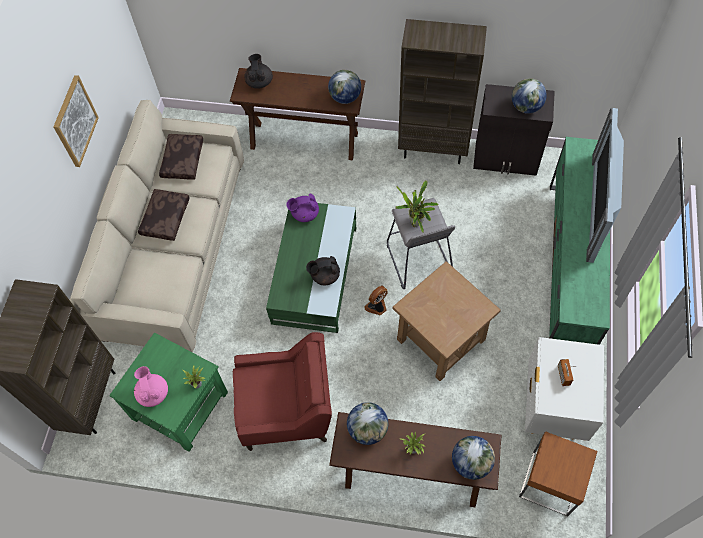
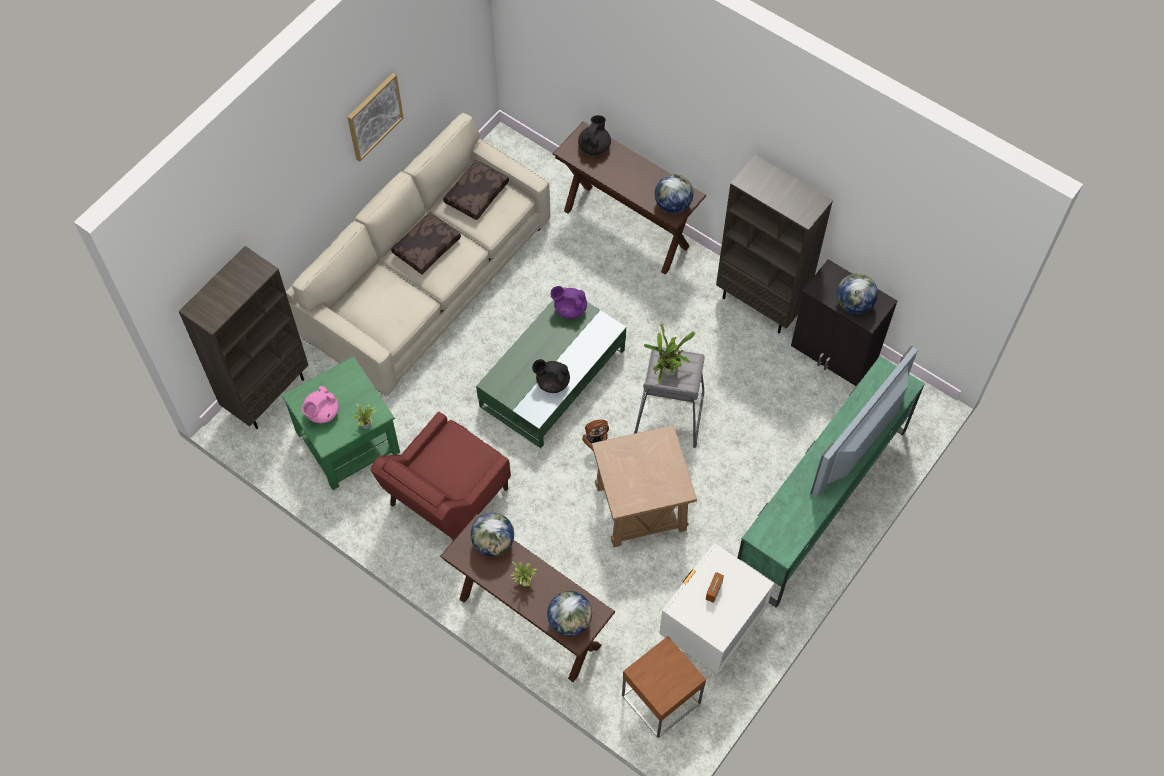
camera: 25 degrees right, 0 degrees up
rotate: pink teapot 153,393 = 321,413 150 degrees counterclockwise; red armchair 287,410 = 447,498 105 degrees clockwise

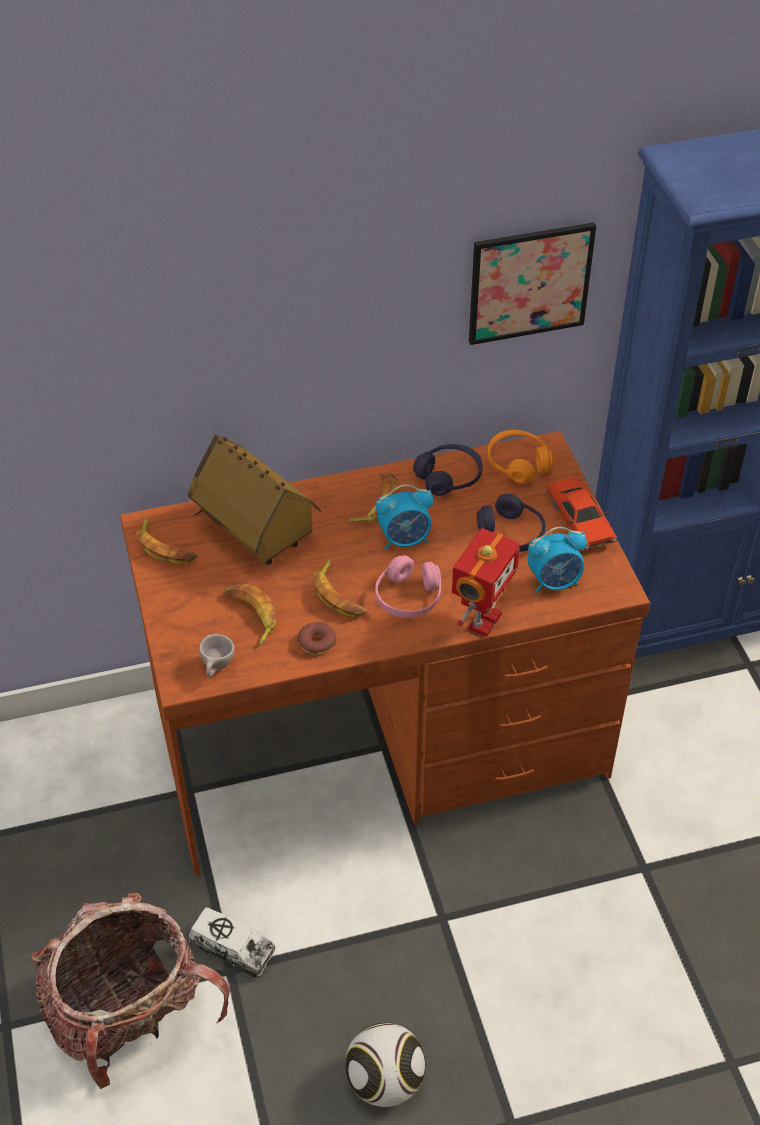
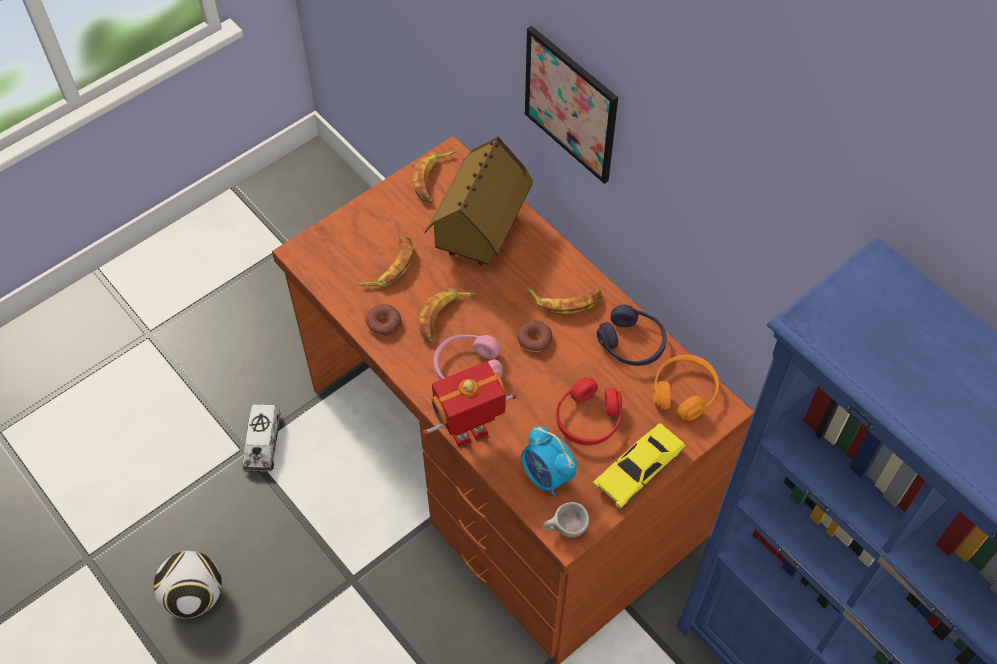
camera: 65 degrees right, 10 degrees up
delete: backpack 131,1018
move: beige cup 217,668 to 565,530; picture 530,283 to 570,104
replace: alarm clock 405,539 to donut 534,339
recolor: purple headphones 511,534 to red headphones 588,419; red toy car 579,520 to yellow toy car 638,470
rotate: toy robot 482,620 = 470,434 150 degrees clockwise

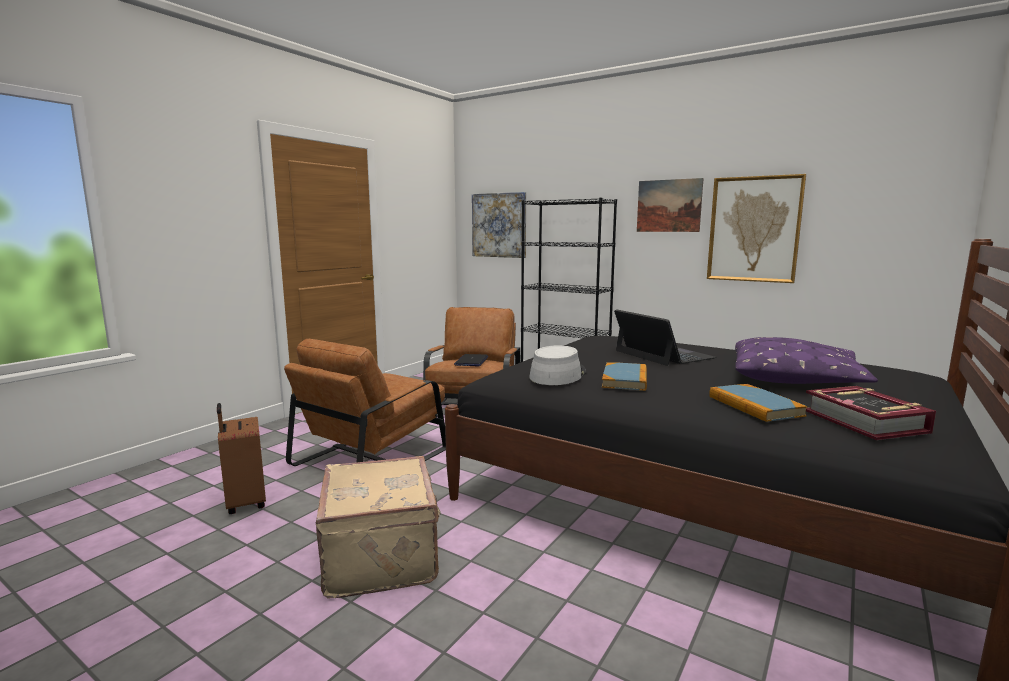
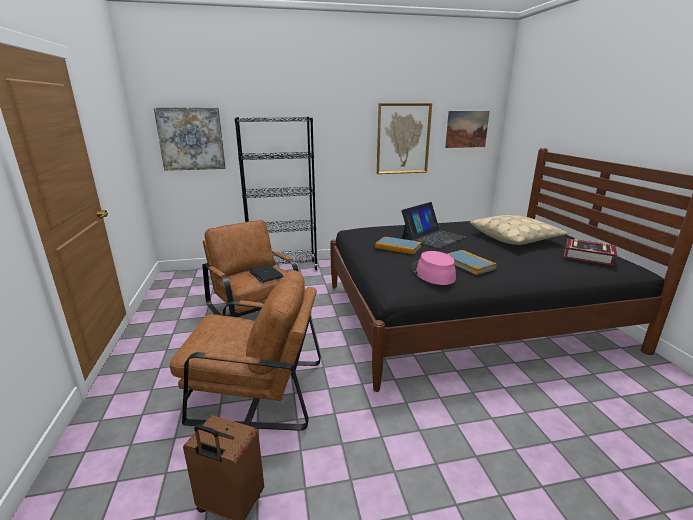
camera: 45 degrees left, 10 degrees up
delete: beige suitcase 383,556
move: picture 668,206 to 467,129; book 754,406 to 398,247
recolor: grey hat 557,375 to pink hat 432,273; purple pillow 795,379 to beige pillow 515,238
rotate: brown armchair 372,455 = 255,390 75 degrees counterclockwise; laptop 663,354 = 433,237 120 degrees clockwise

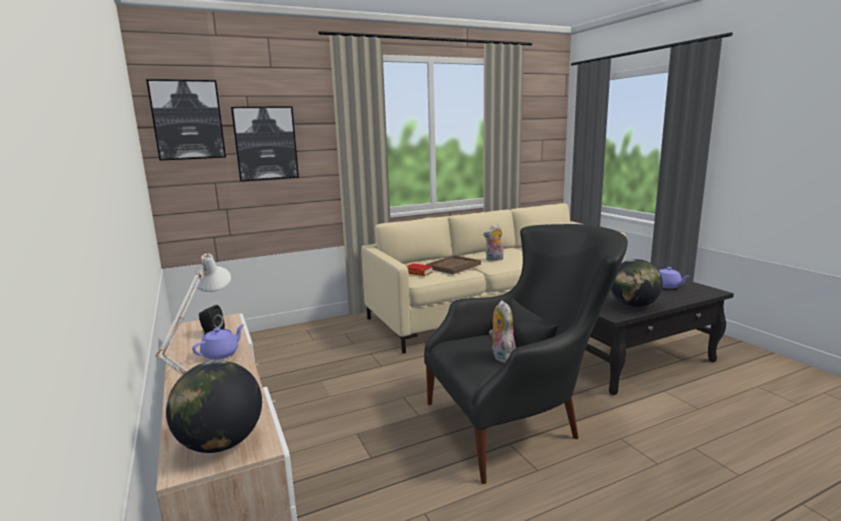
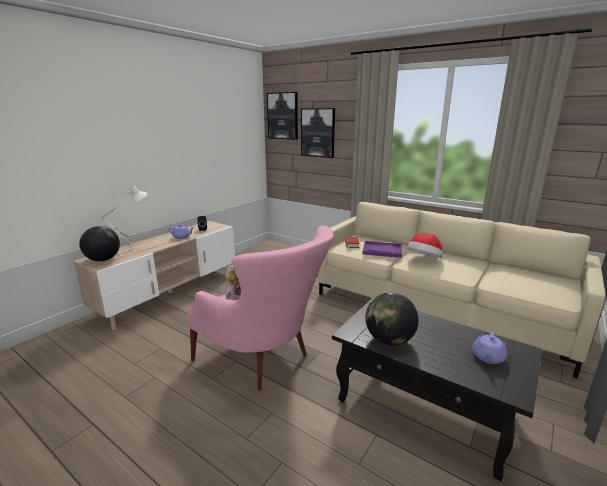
camera: 60 degrees right, 5 degrees up
replace: plush toy 494,259 to hat 424,259
recolor: black armchair 521,421 to pink armchair 265,360; brown tray 453,266 to purple tray 382,250

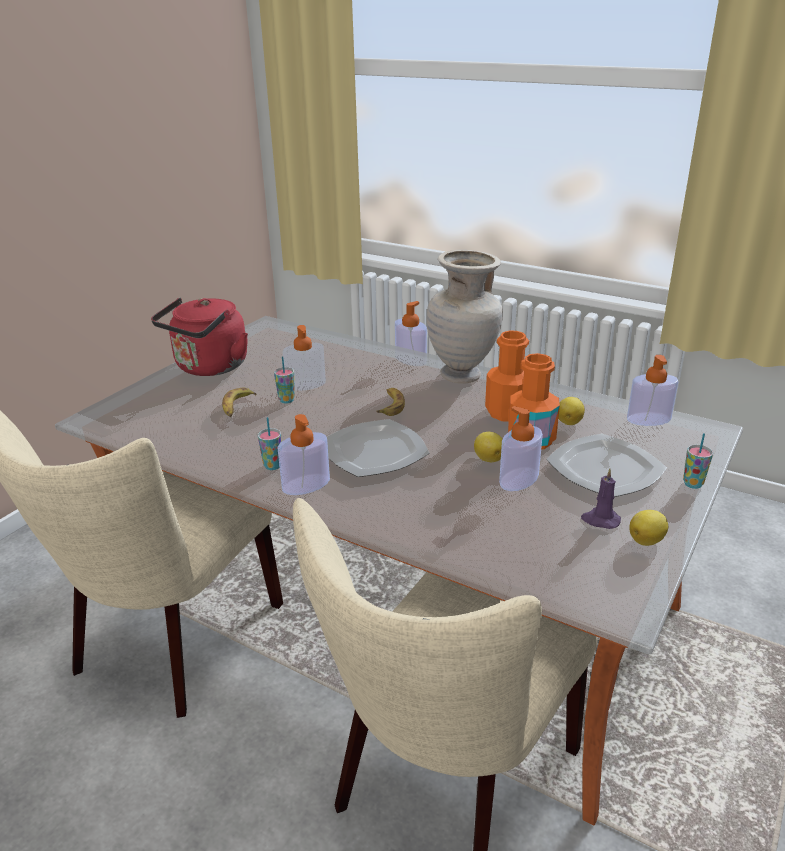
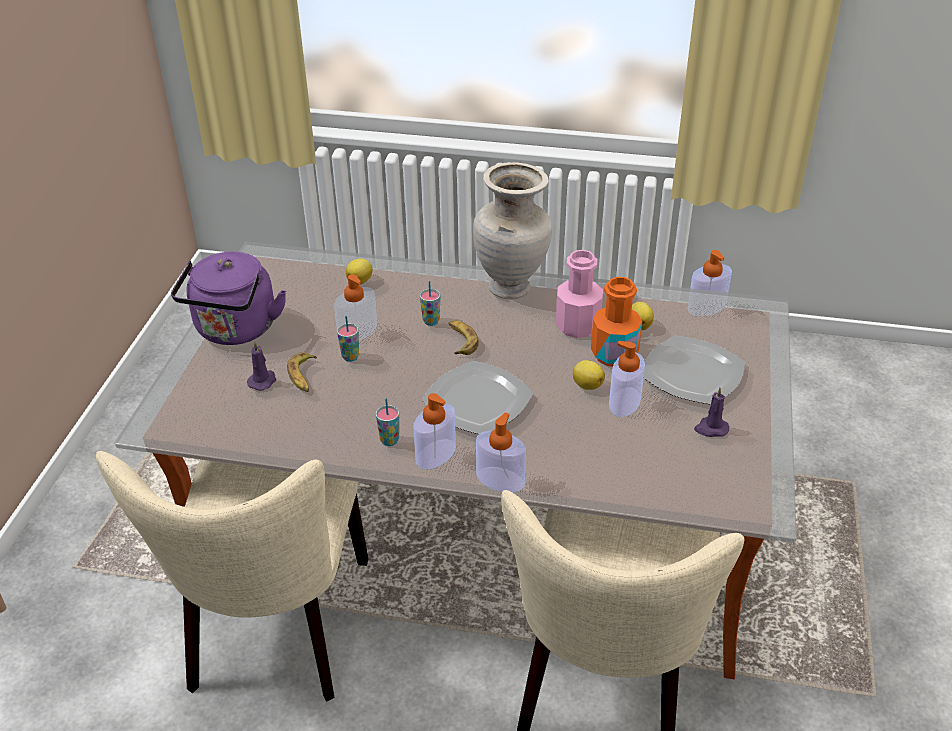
camera: 20 degrees left, 10 degrees up
insert: purple candle 263,381
move: soap dispenser 410,360 to 500,480; lemon 647,540 to 360,281; cup 693,484 to 431,321
recolor: red kettle 209,368 to purple kettle 235,330; orange bottle 508,412 to pink bottle 577,325

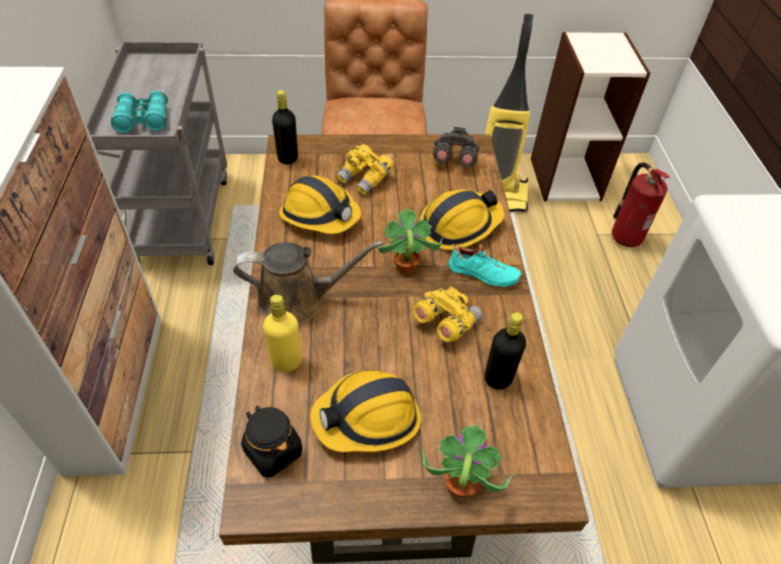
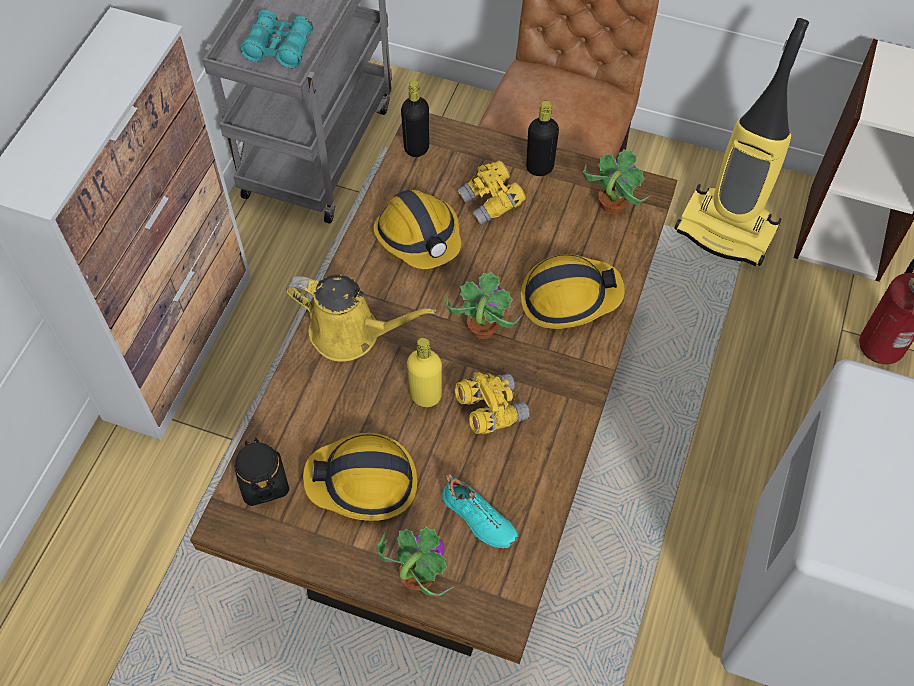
camera: 25 degrees right, 10 degrees up
move: yellow bottle 286,362 to 425,396; turquoise shoe 482,275 to 478,520; black bottle 498,378 to 539,167
replace: grey binoculars 454,160 to potted plant 611,205
recolor: brown watering can 298,300 to yellow watering can 351,333

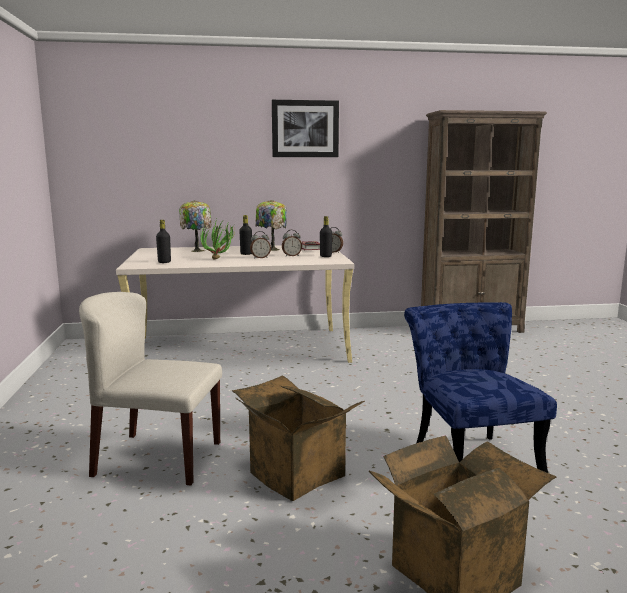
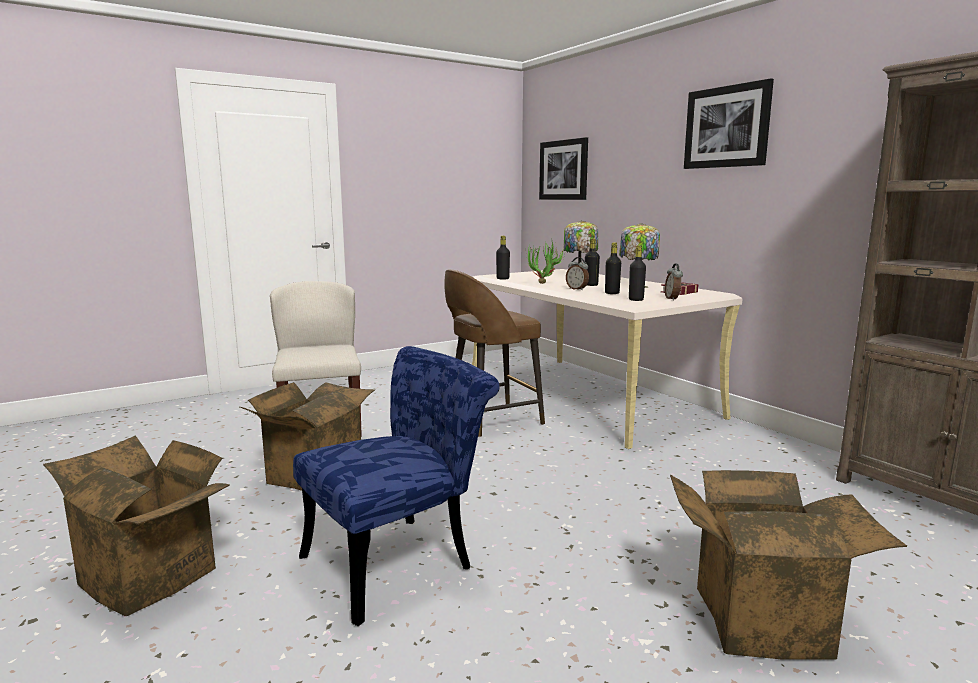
camera: 65 degrees right, 0 degrees up
insert: brown stool 491,419; picture 564,170; cardboard box 761,617
replace: alarm clock 291,256 to black bottle 612,293

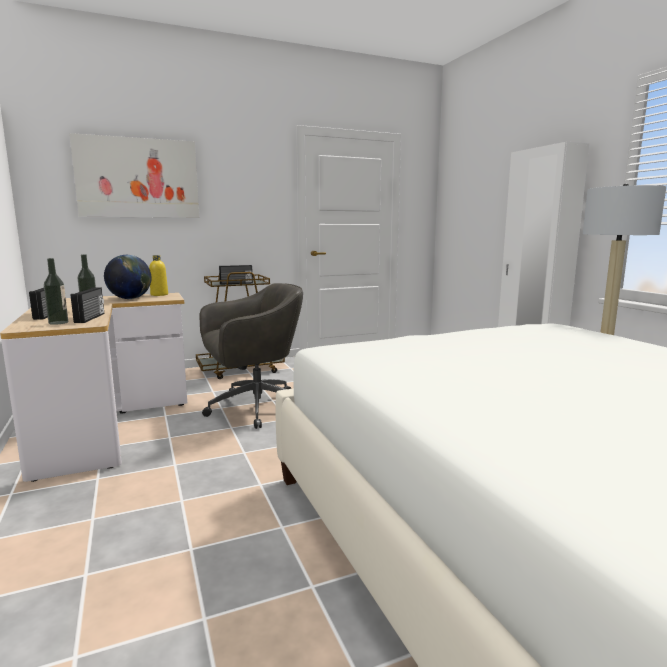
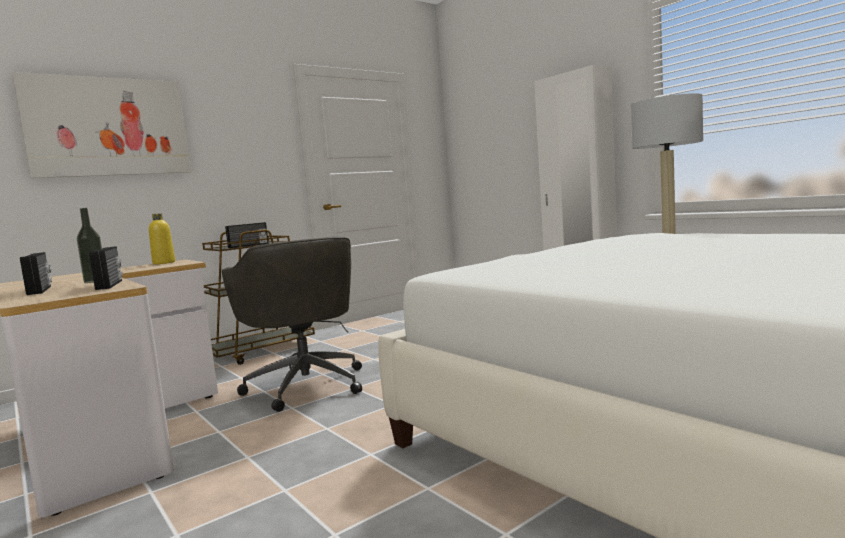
camera: 15 degrees left, 5 degrees down
delete: bottle 58,322; globe 130,299
rotate: grey office chair 254,408 = 306,385 105 degrees clockwise

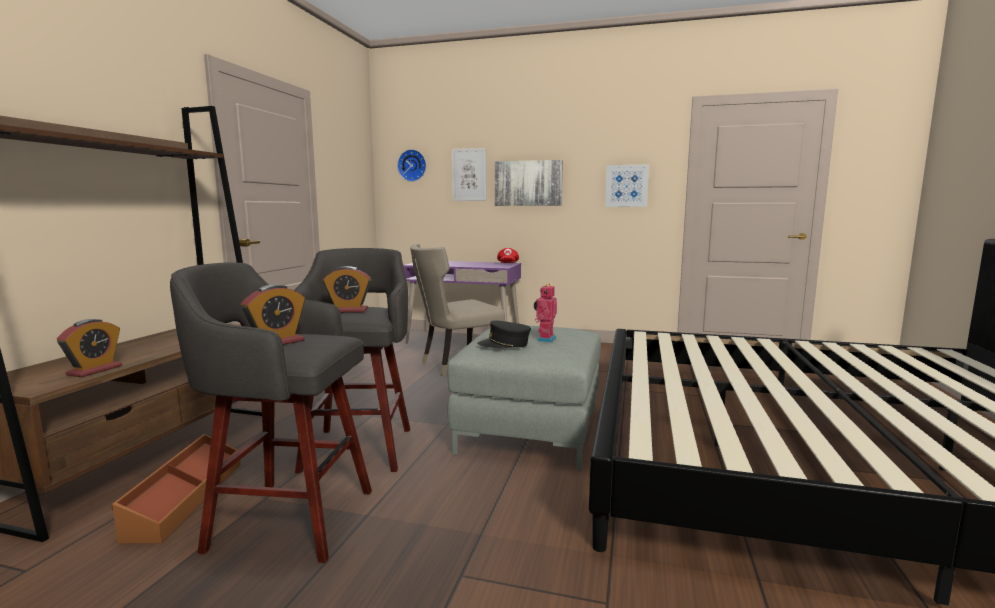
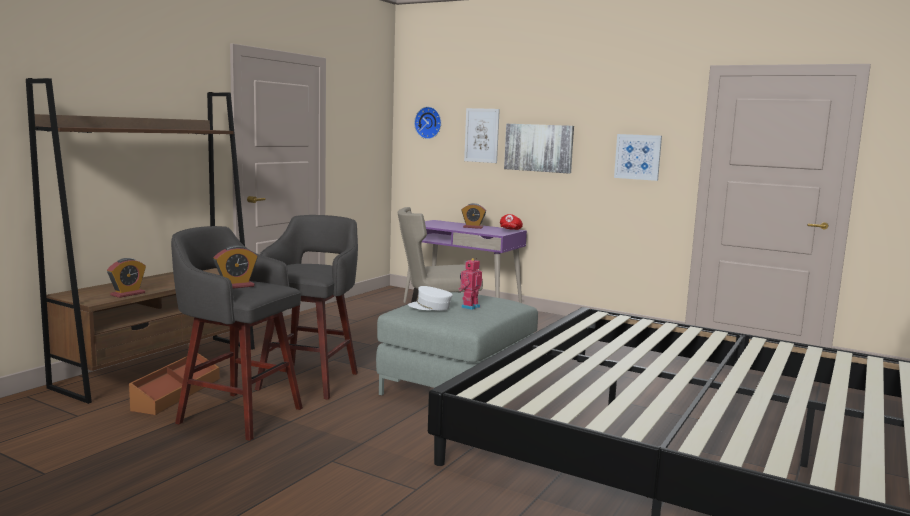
camera: 15 degrees right, 0 degrees up
move: alarm clock 348,310 to 473,227
recolor: black cap 504,344 to white cap 430,307

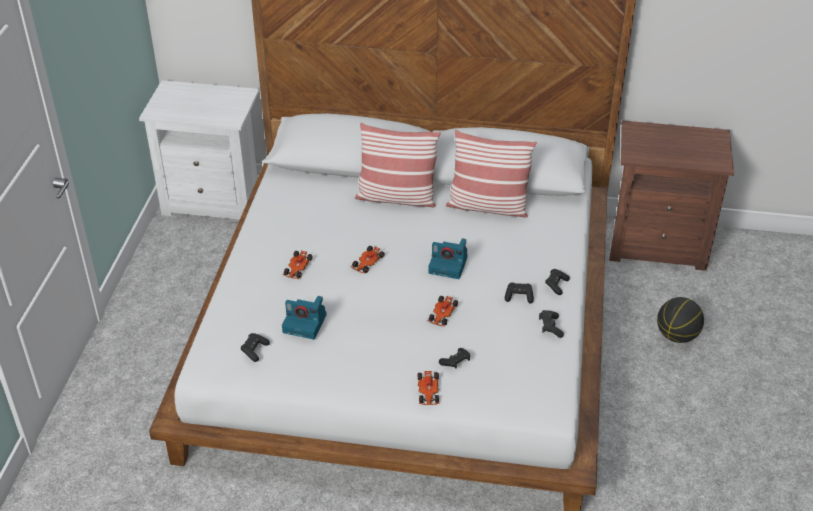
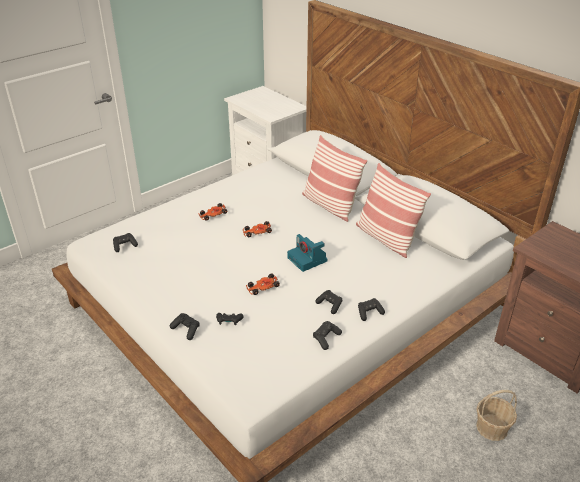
camera: 40 degrees right, 5 degrees down
delete: photo camera 306,323
replace: toy car 428,392 to black game controller 186,330; basketball 677,336 to basket 492,428

